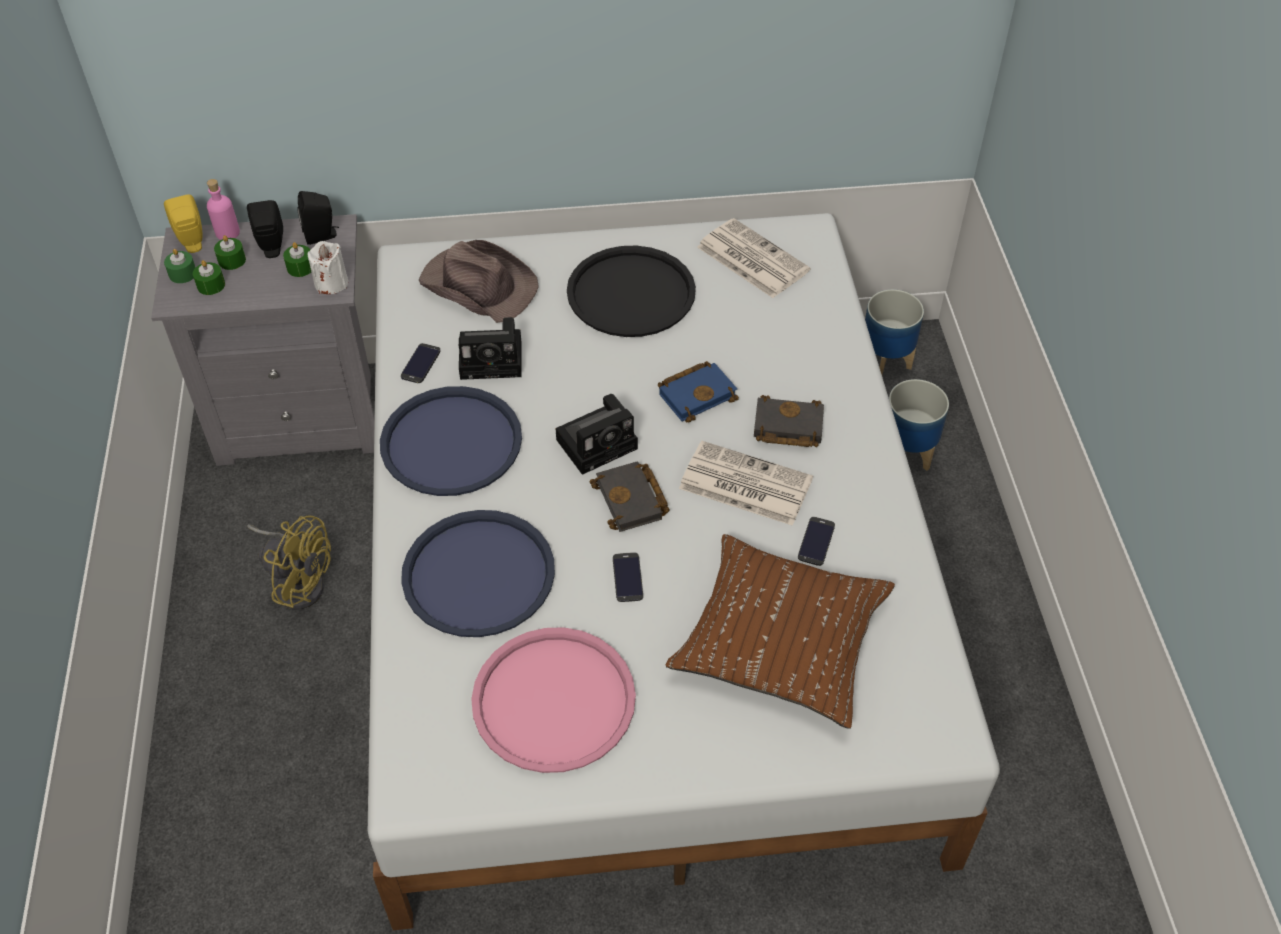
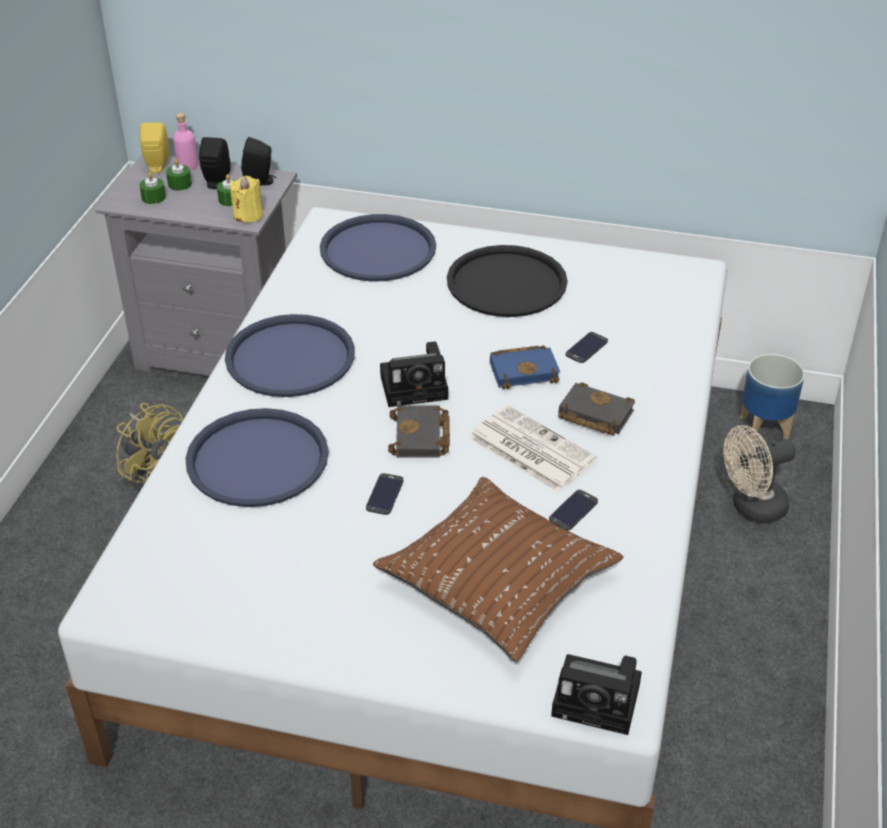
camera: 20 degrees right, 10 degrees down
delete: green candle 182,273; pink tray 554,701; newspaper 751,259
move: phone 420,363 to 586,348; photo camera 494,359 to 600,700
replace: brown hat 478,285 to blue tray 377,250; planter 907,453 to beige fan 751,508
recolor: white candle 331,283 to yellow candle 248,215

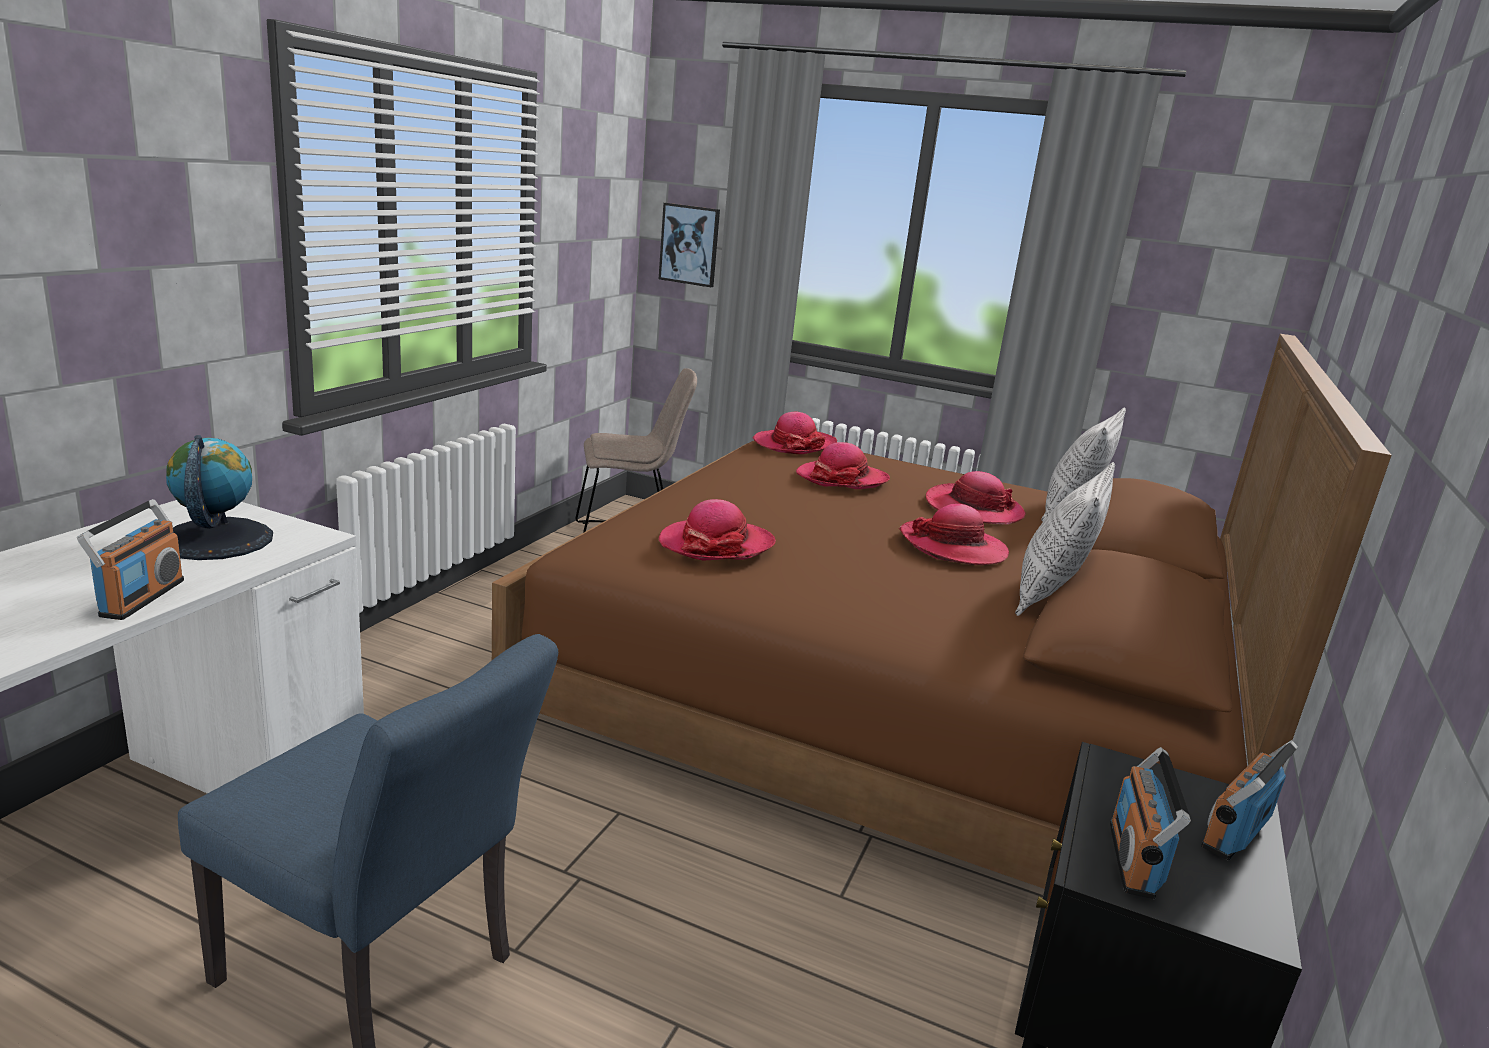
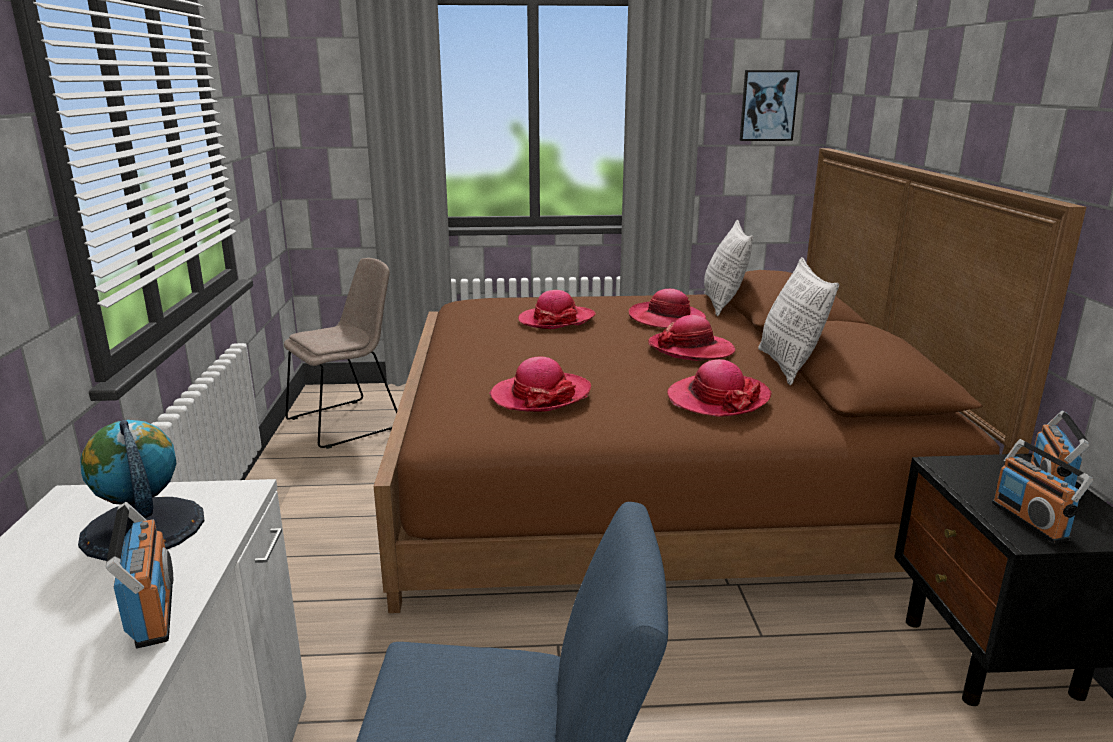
camera: 25 degrees left, 0 degrees up
move: picture 689,245 to 768,105; hat 794,444 to 717,399

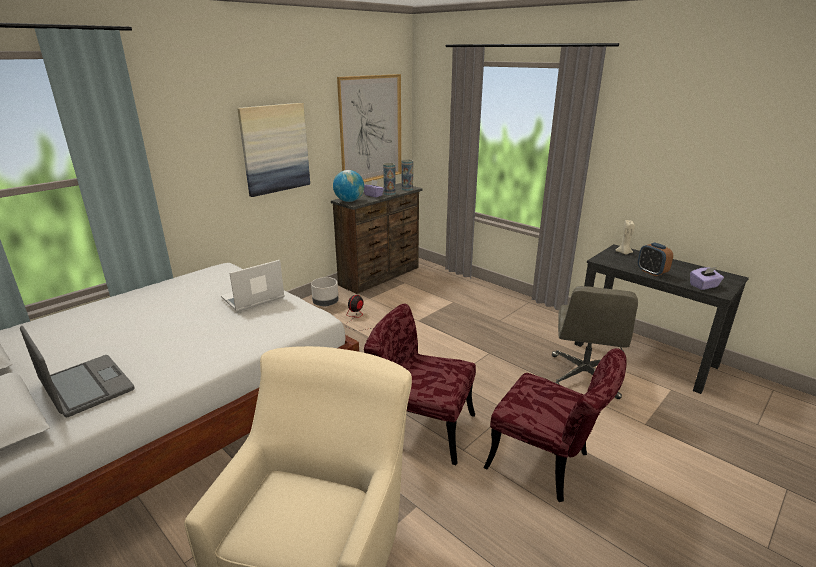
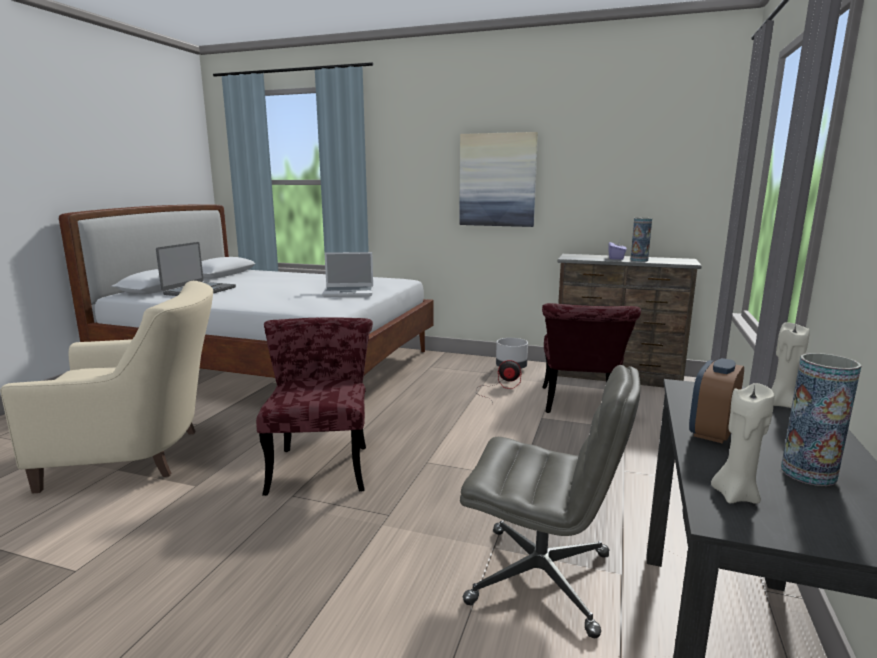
camera: 65 degrees right, 10 degrees down
delete: globe 349,201; picture 371,129
move: vase 407,189 to 808,473; red chair 548,465 to 579,406
replace: purple tissue box 704,286 to beige candle 735,495
rotate: laptop 252,298 = 349,293 150 degrees clockwise; grey office chair 584,377 = 542,578 150 degrees counterclockwise

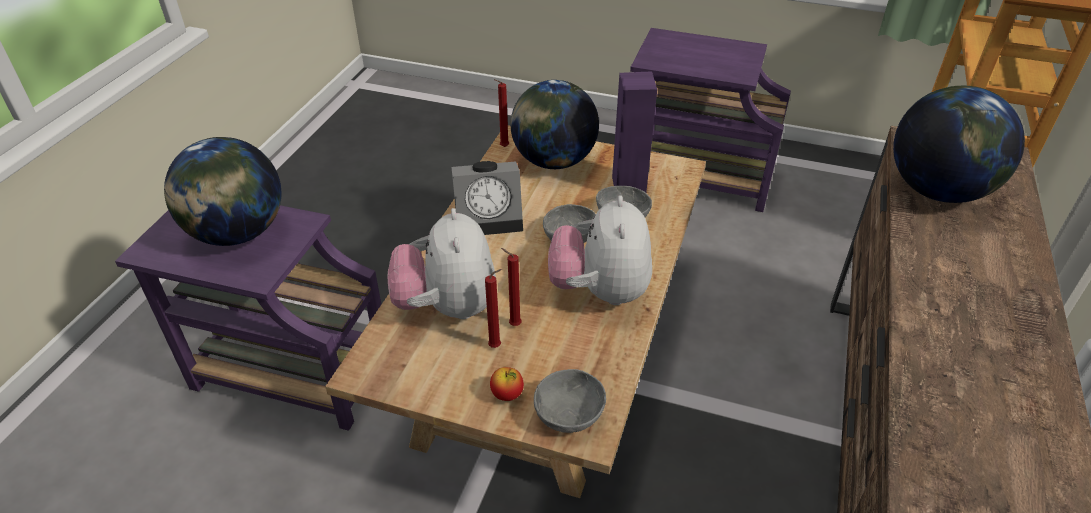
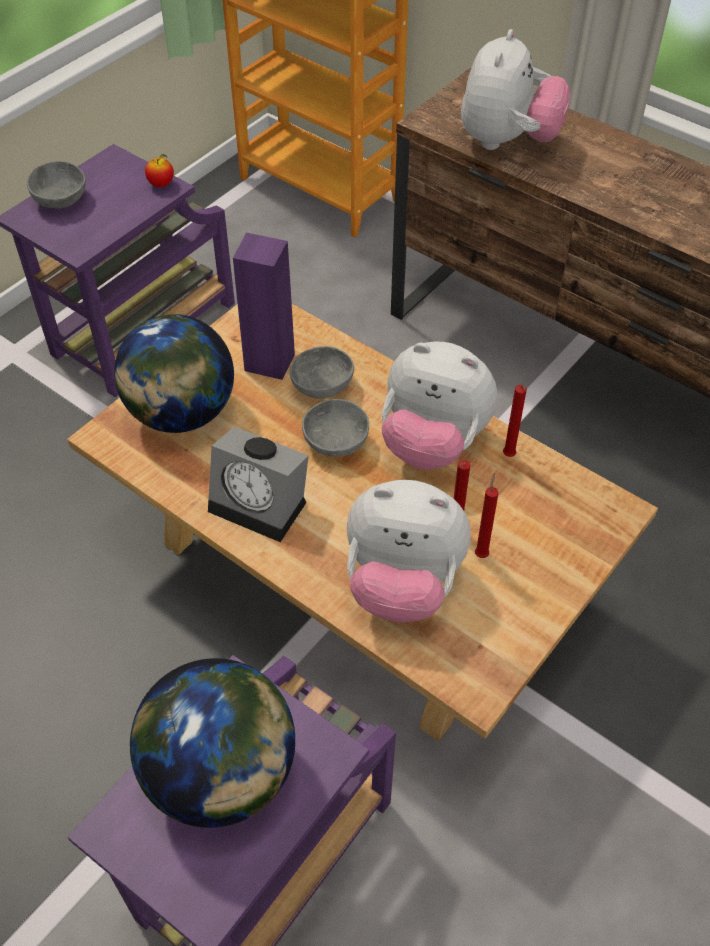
camera: 70 degrees left, 10 degrees up
move: apple 507,395 to 161,184; red candle 503,147 to 509,457; grey bowl 570,416 to 62,199
replace: globe 938,190 to plush toy 507,141
rotate: alarm clock 490,218 = 262,504 105 degrees clockwise

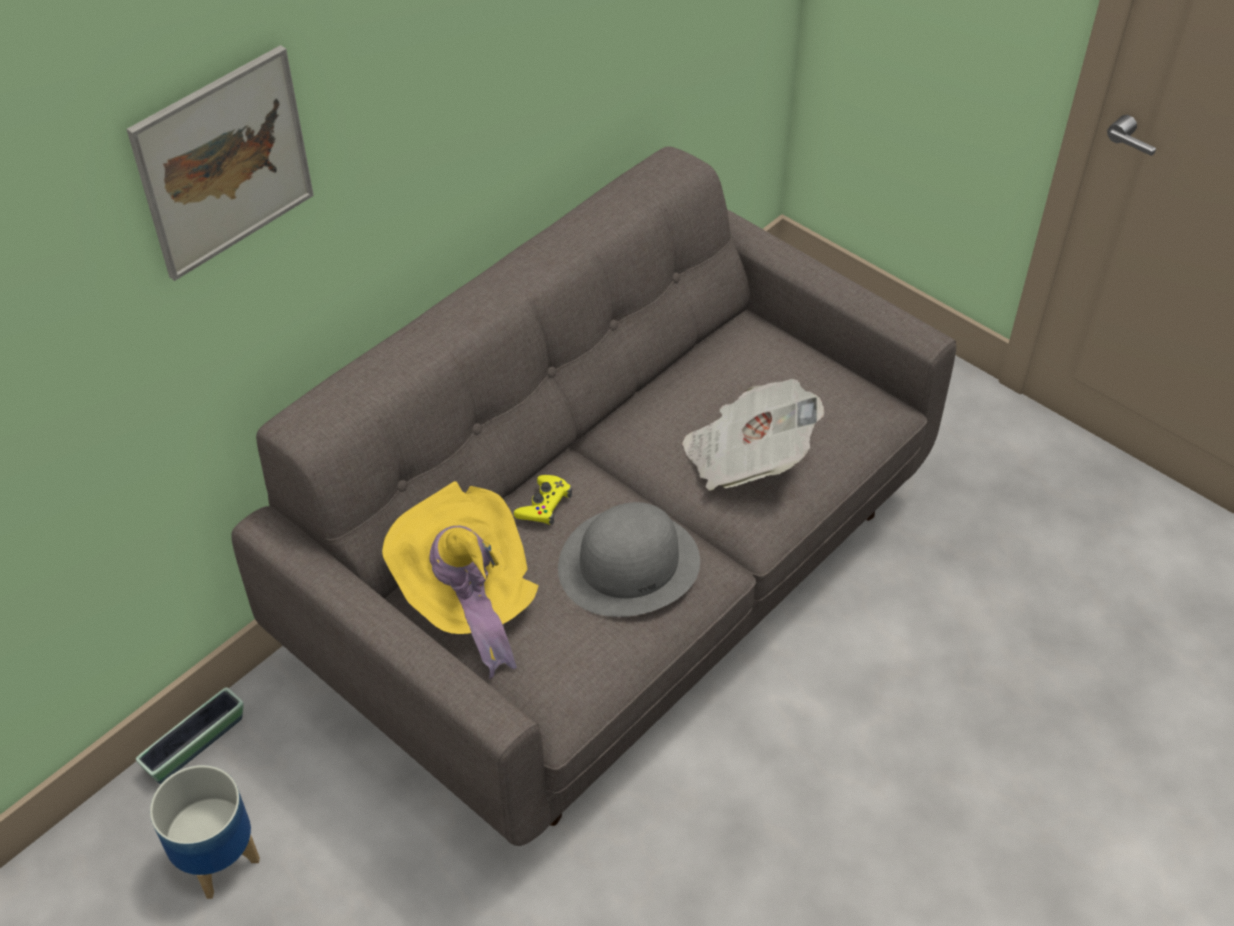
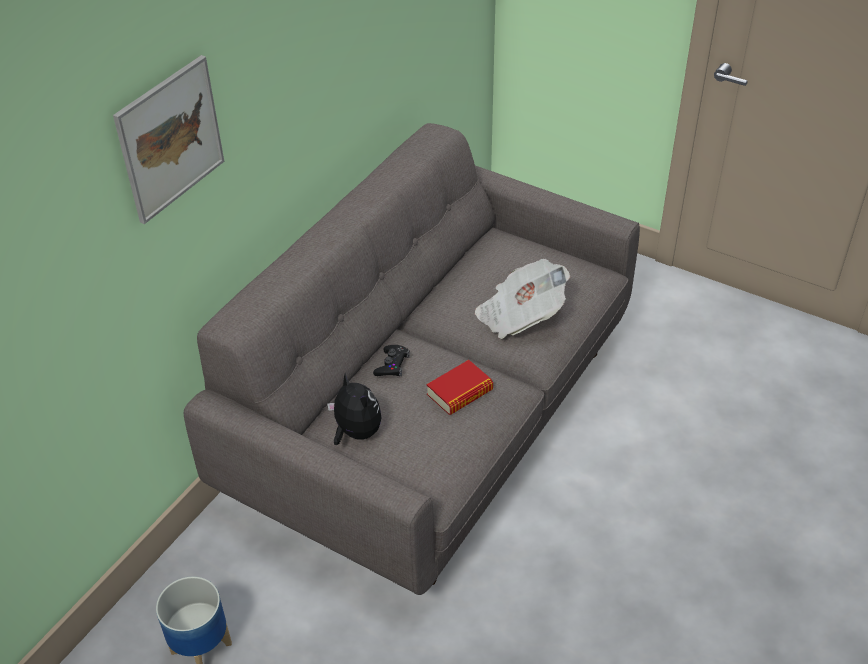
camera: 10 degrees left, 5 degrees down
delete: planter 196,745
replace: yellow hat 467,600 to plush toy 356,432; grey hat 629,563 to book 459,392
recolor: yellow game controller 544,505 to black game controller 392,365

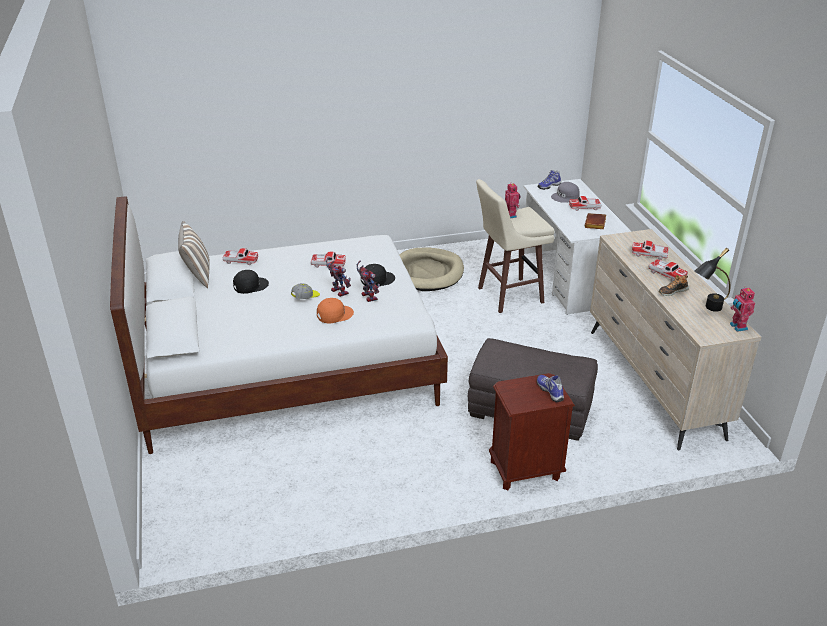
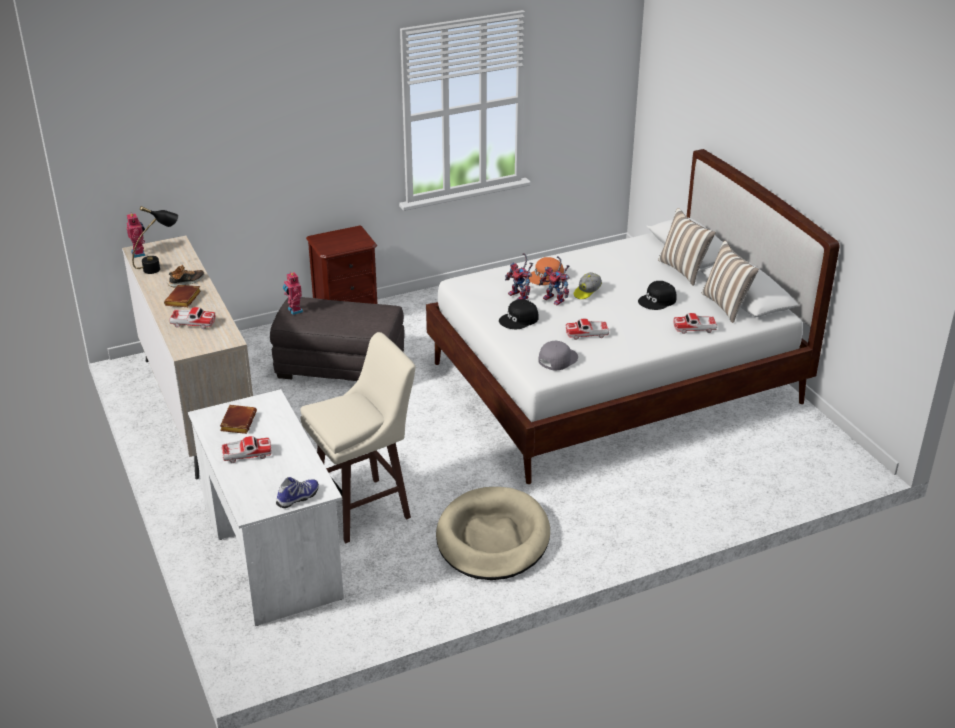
camera: 170 degrees right, 0 degrees up
delete: shoe 550,391
insert: pillow 684,270
move: toy robot 511,215 to 294,310; grey cap 565,196 to 557,359
replace: toy car 667,274 to brown book 183,300

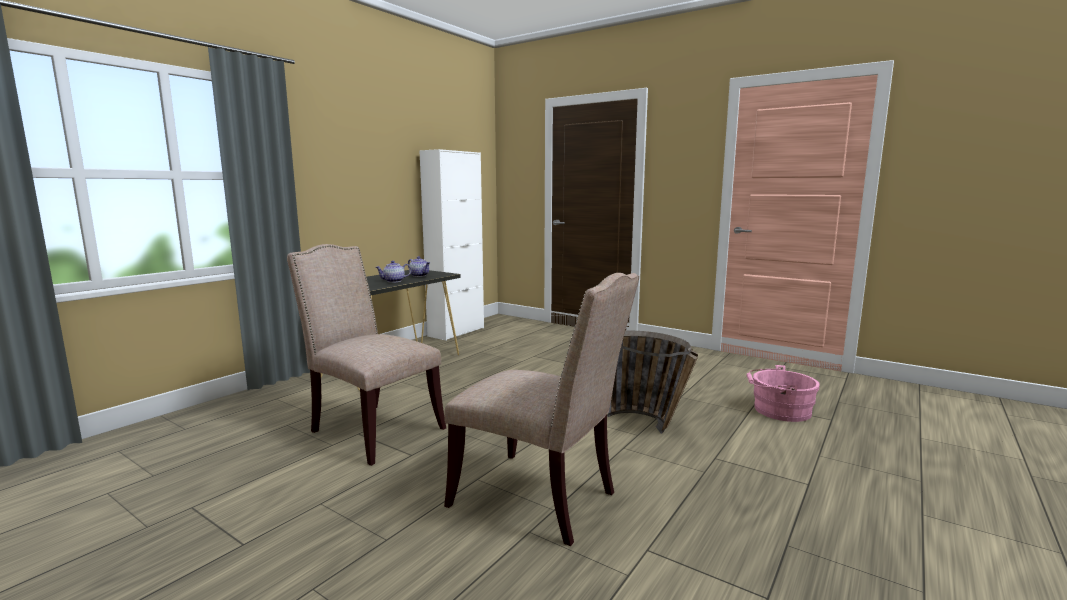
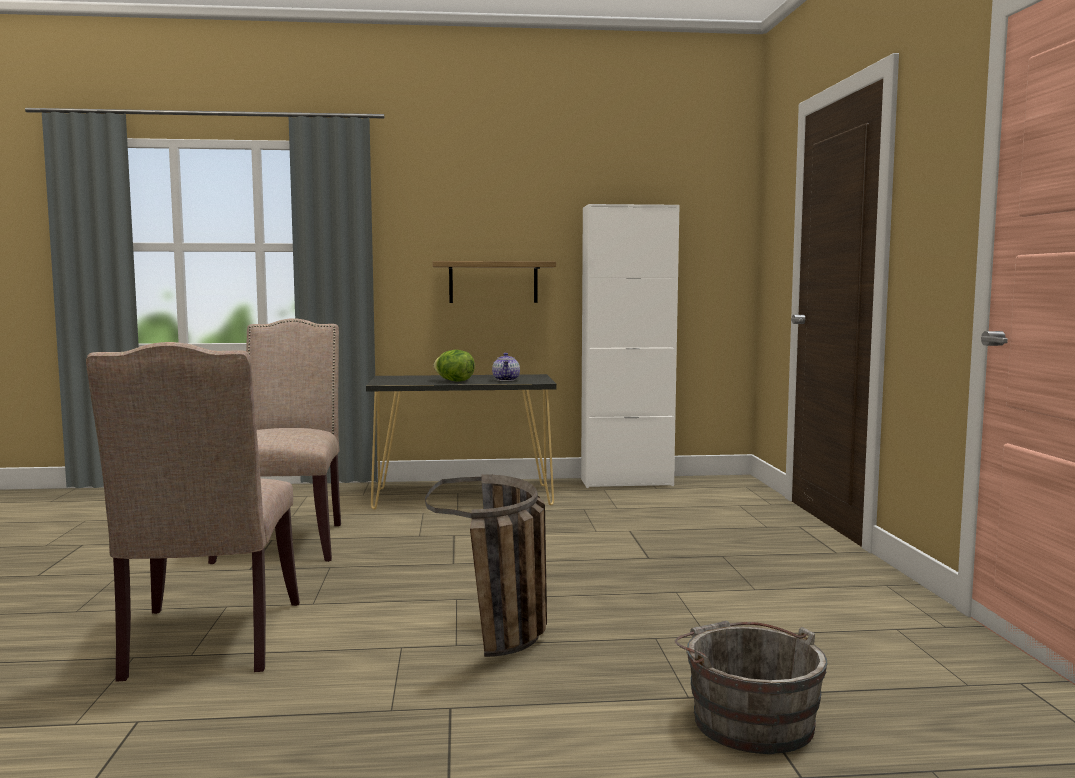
camera: 50 degrees right, 5 degrees down
insert: shelf 493,282
replace: teapot 394,281 to lettuce 454,381
recolor: pink bucket 778,410 to grey bucket 748,719

